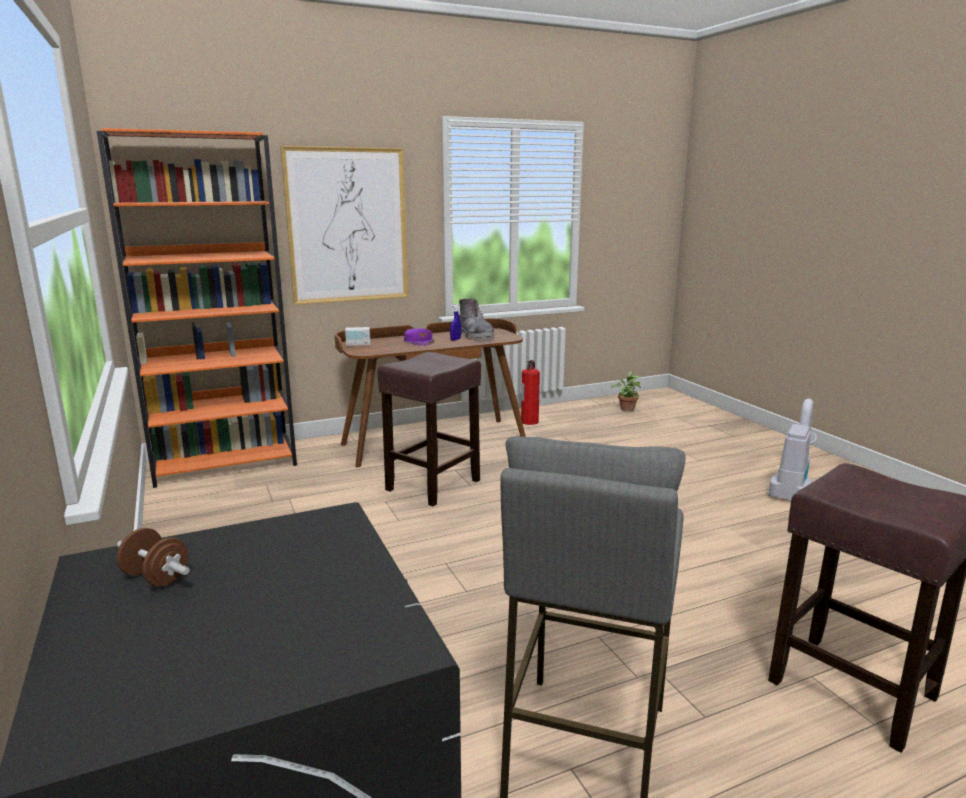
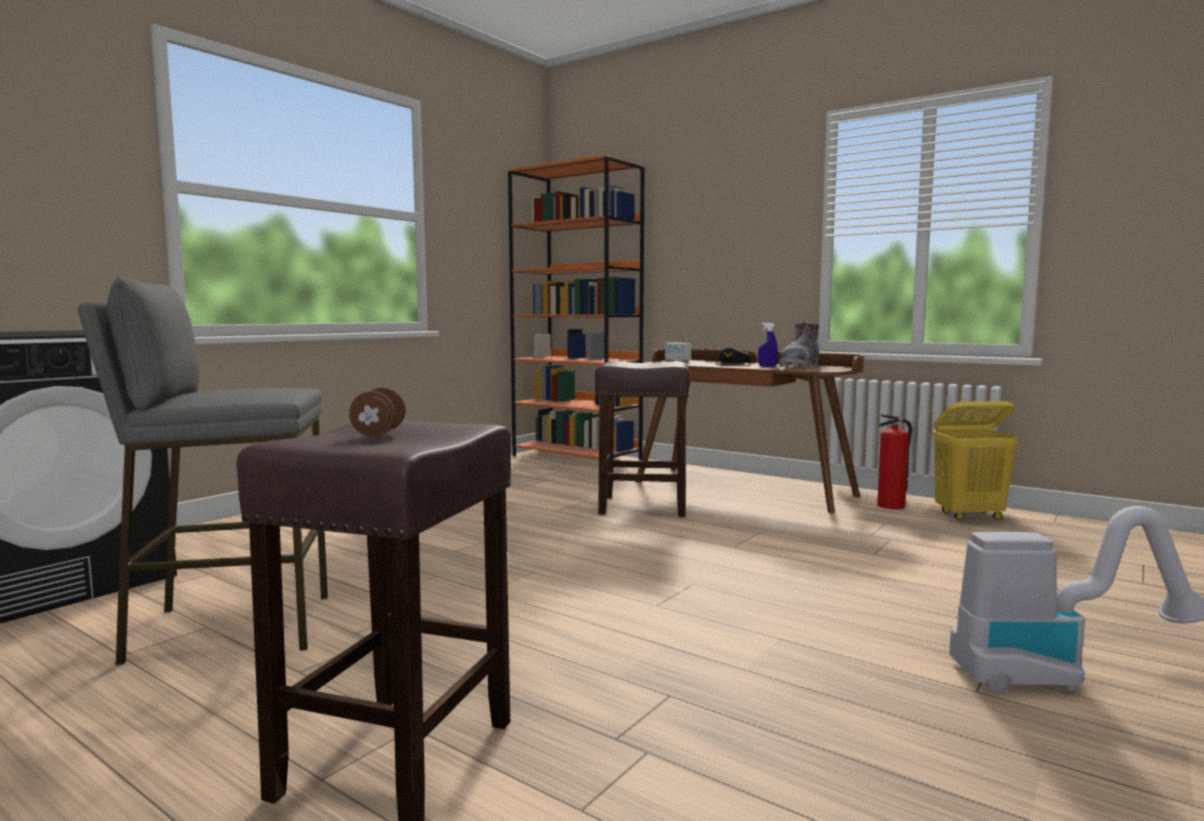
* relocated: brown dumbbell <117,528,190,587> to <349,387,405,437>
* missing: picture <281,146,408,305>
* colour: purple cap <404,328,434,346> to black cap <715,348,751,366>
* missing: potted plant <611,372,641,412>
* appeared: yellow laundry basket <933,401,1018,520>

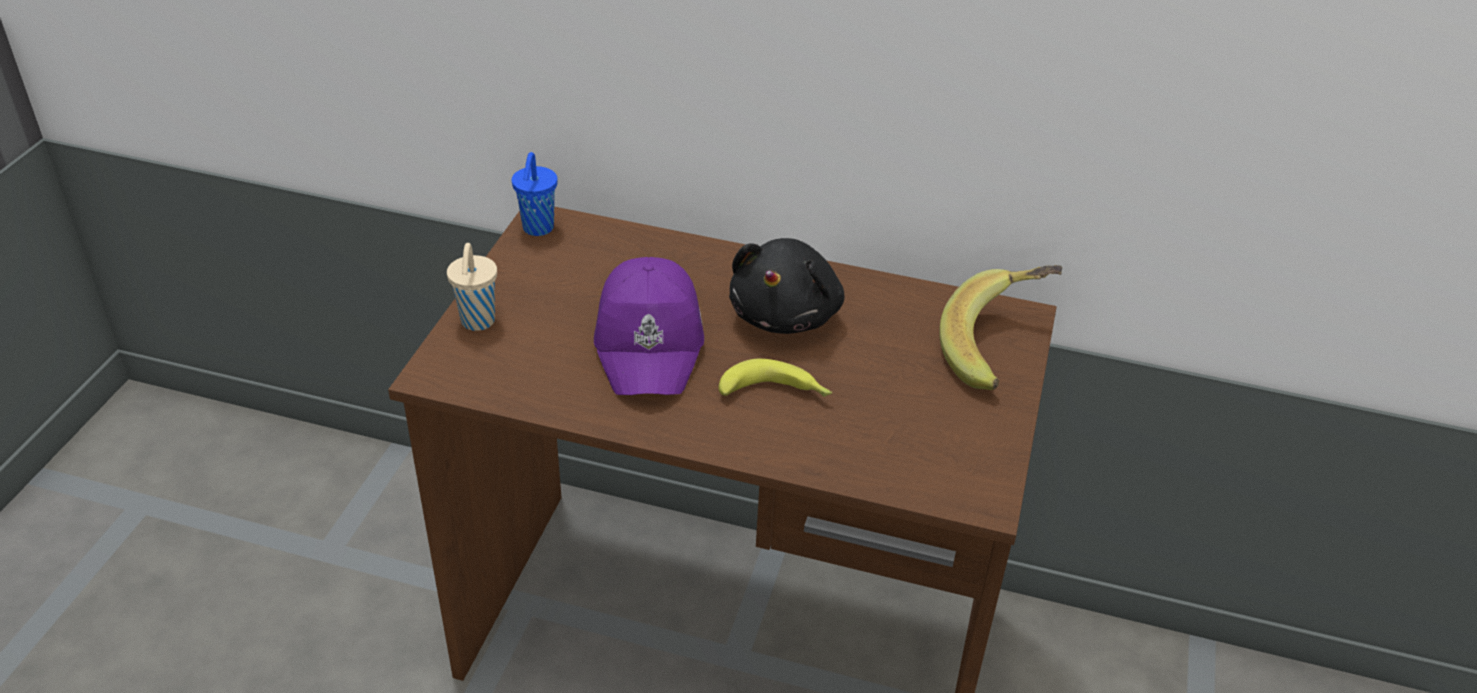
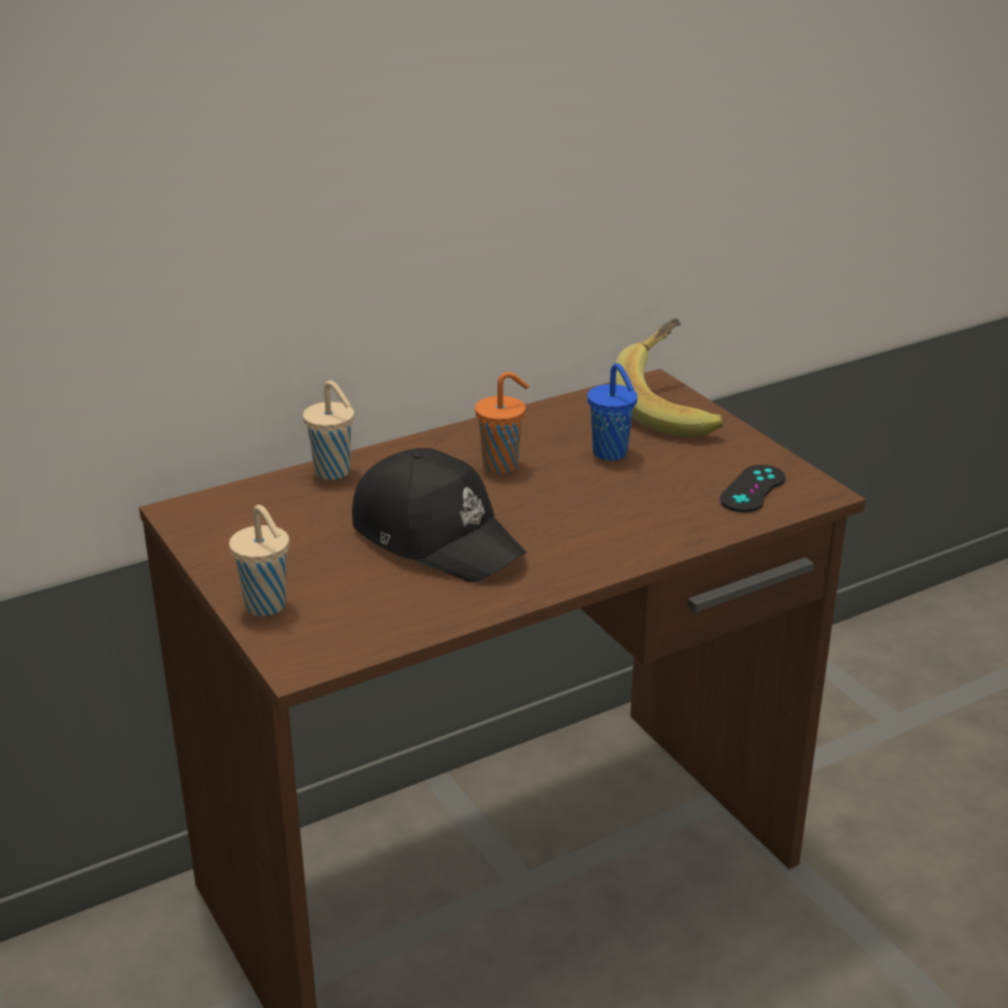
* relocated: blue cup <512,152,558,236> to <587,363,637,461>
* colour: purple cap <594,257,704,395> to black cap <352,448,527,582>
* missing: banana <719,359,833,397>
* exchanged: black plush toy <729,238,844,334> to orange cup <475,372,529,473>
* appeared: beige cup <303,380,354,480>
* appeared: black game controller <720,465,785,512>

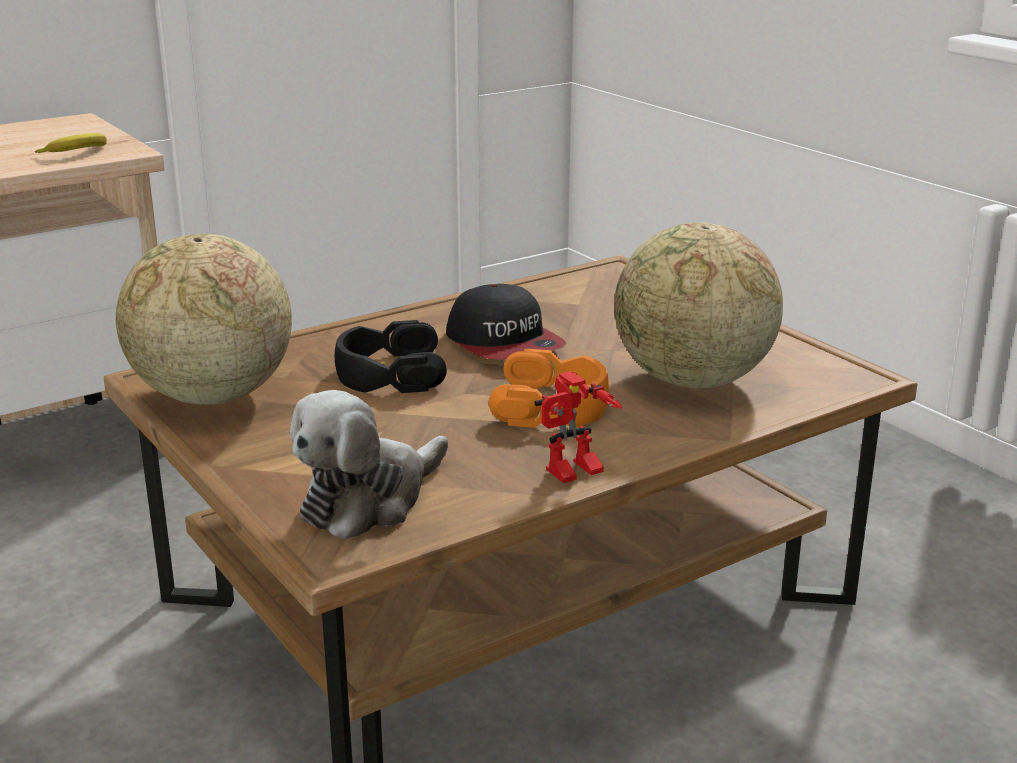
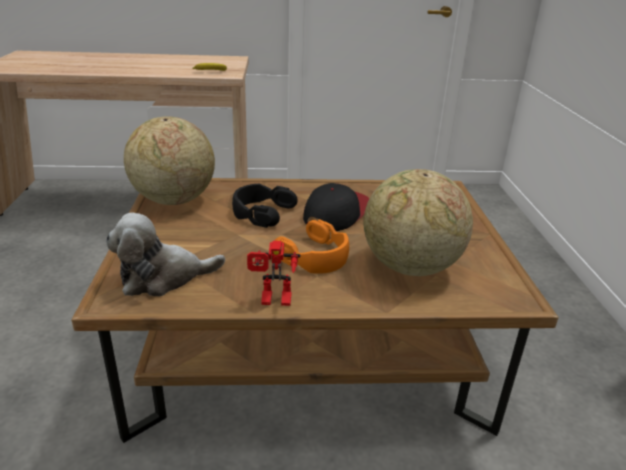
* spun: cap <446,284,567,360> = <303,183,369,231> 150 degrees counterclockwise

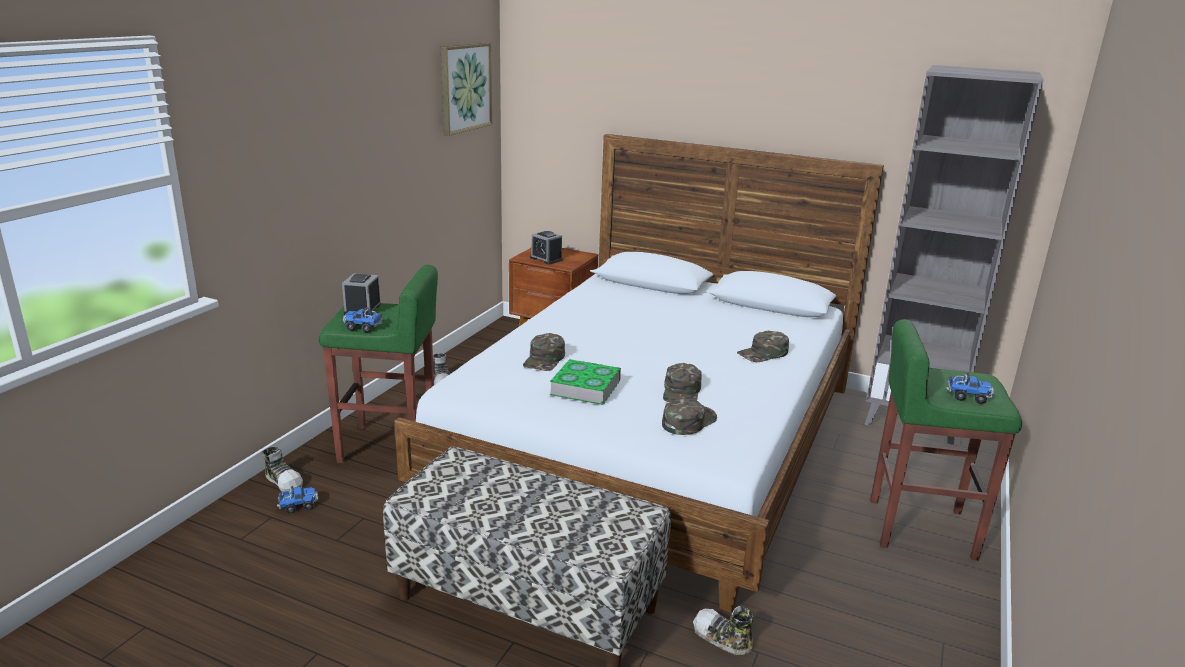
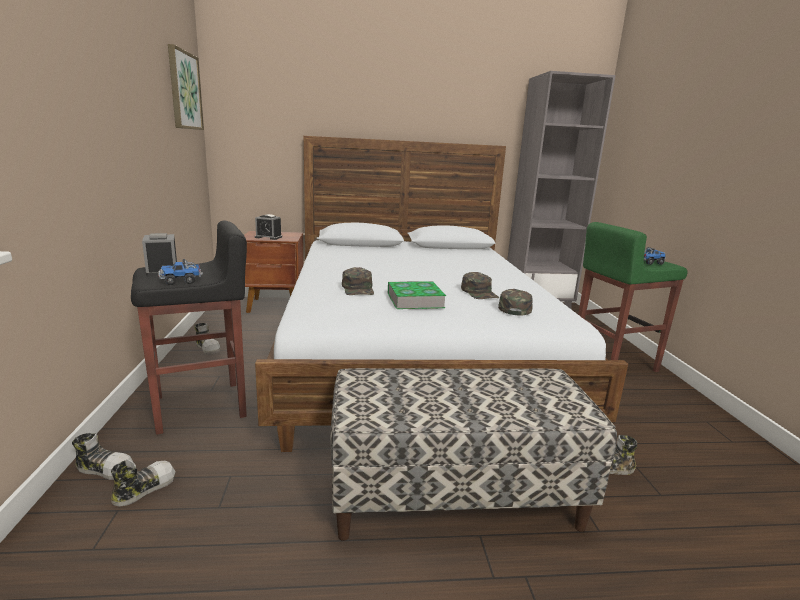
* exchanged: toy truck <277,485,318,514> to shoe <111,459,176,507>
* colour: green stool <319,265,438,463> to black stool <131,221,247,435>
* missing: green cap <737,331,789,362>

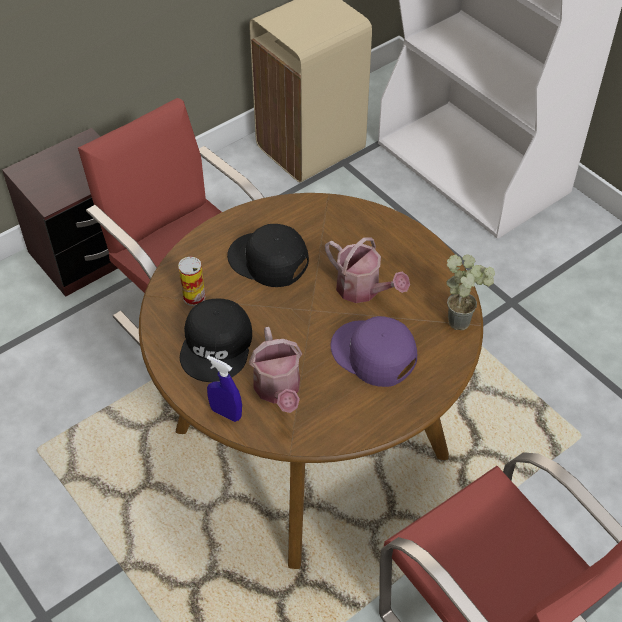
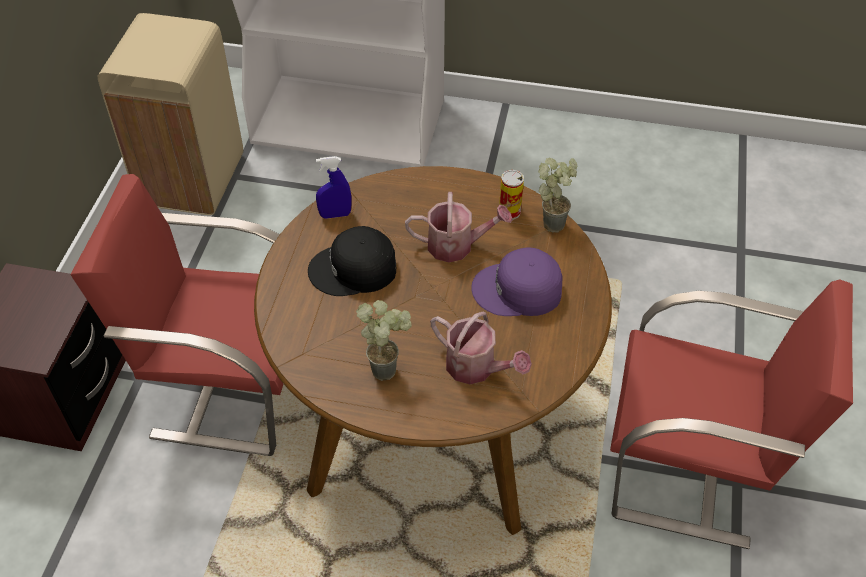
* relocated: can <178,256,205,306> to <499,170,524,220>
* exchanged: black cap <180,298,252,382> to potted plant <356,300,412,381>
* relocated: blue spray bottle <207,355,242,422> to <316,156,351,219>

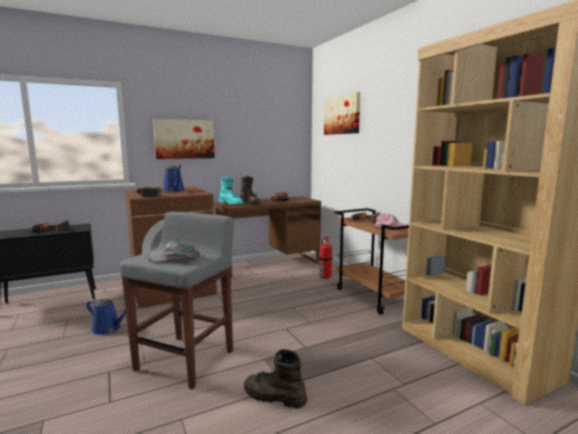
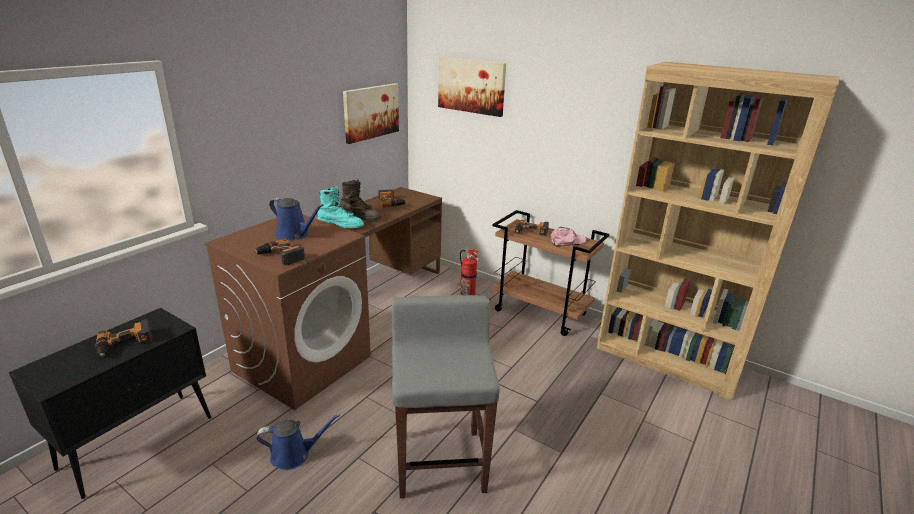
* missing: grey cap <149,241,200,263>
* relocated: picture <153,119,215,159> to <343,83,399,144>
* missing: brown boot <244,349,307,408>

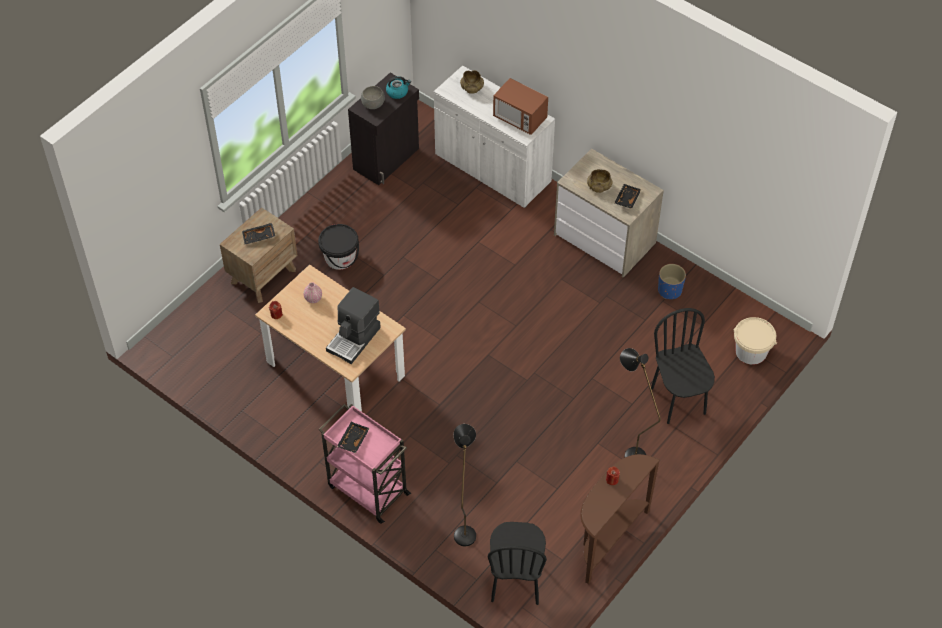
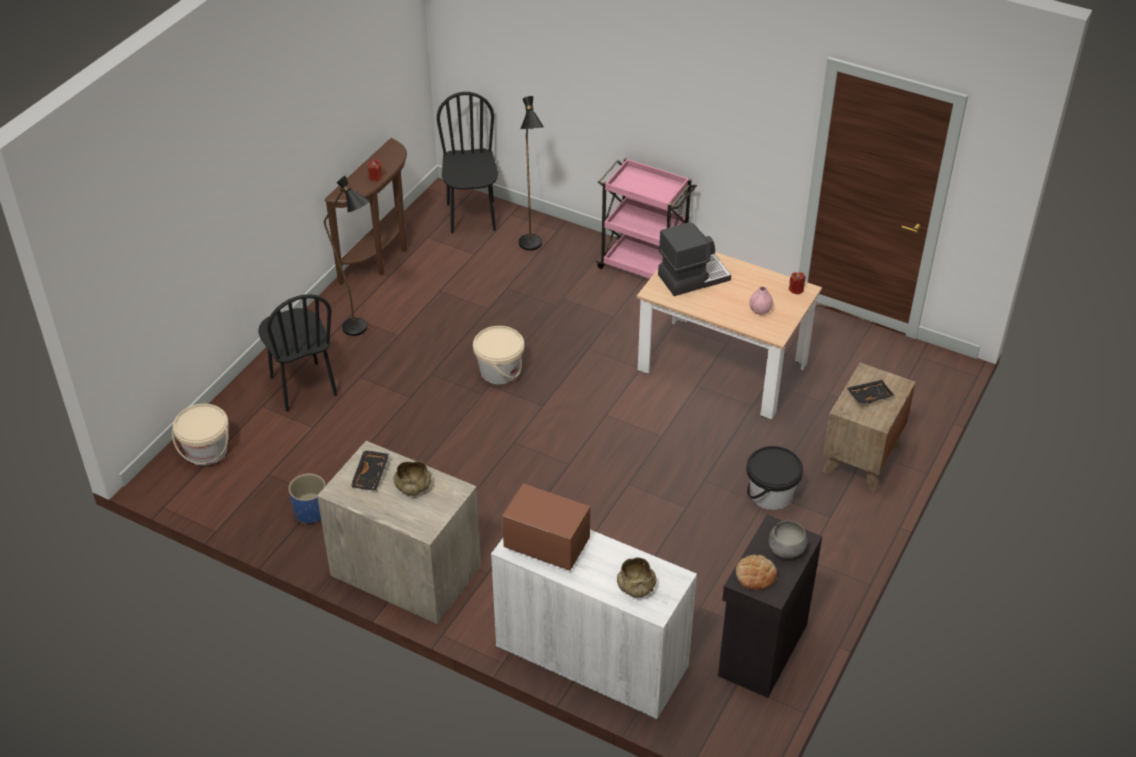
* spun: coffee machine <326,287,381,364> = <658,222,731,296> 45 degrees clockwise
* missing: black tray <337,422,370,453>
* exchanged: kettle <386,76,411,99> to bread <736,555,777,590>
* appeared: beige bucket <473,326,524,384>

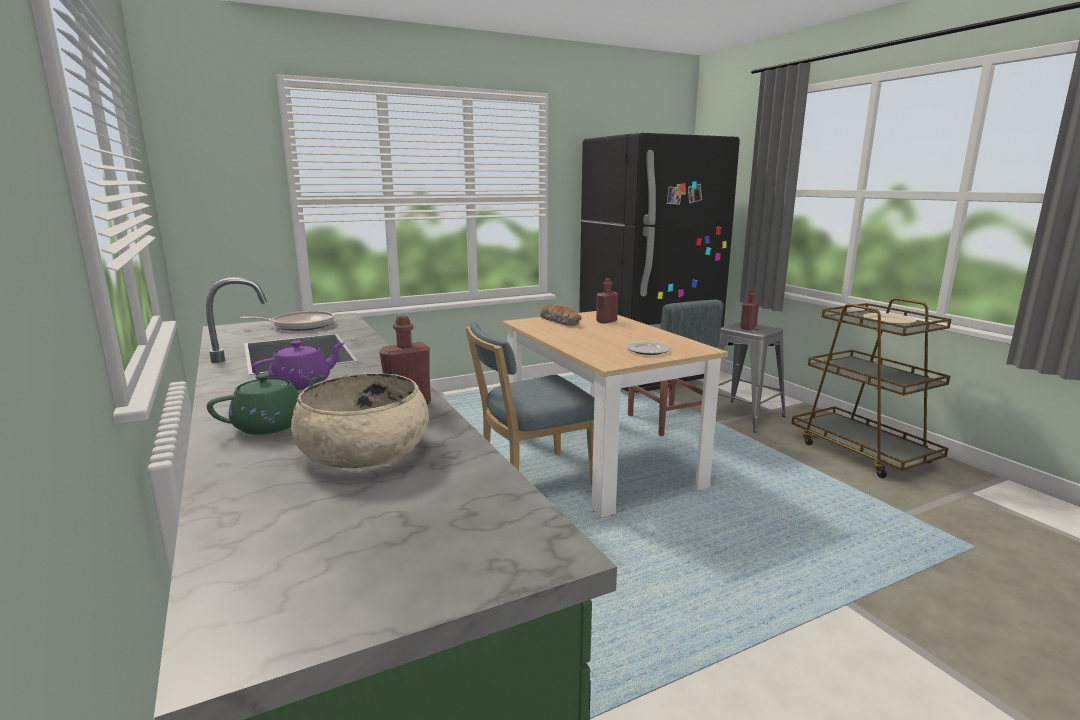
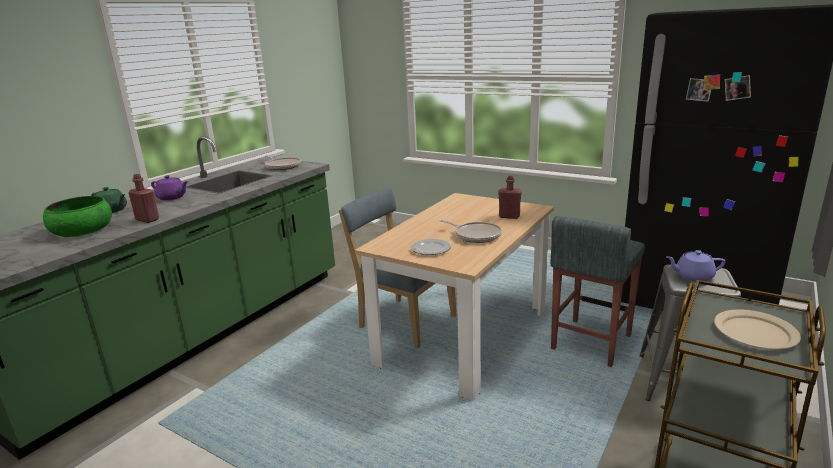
* colour: beige bowl <291,373,429,468> to green bowl <43,196,112,237>
* missing: bread <540,304,582,326>
* exchanged: red bottle <740,289,759,330> to purple teapot <666,250,725,282>
* appeared: frying pan <440,220,502,243>

